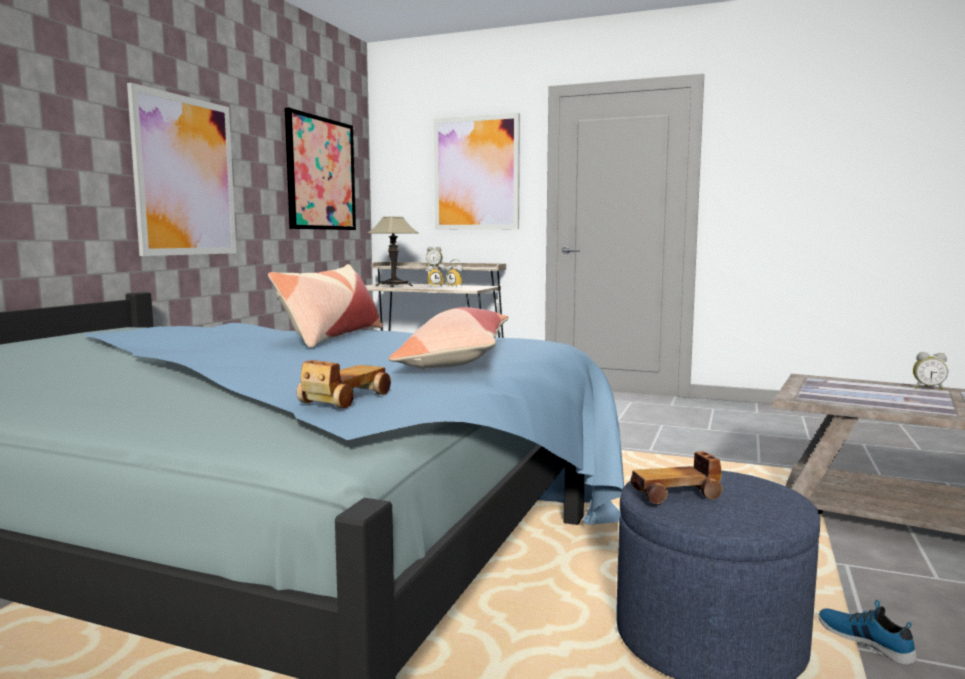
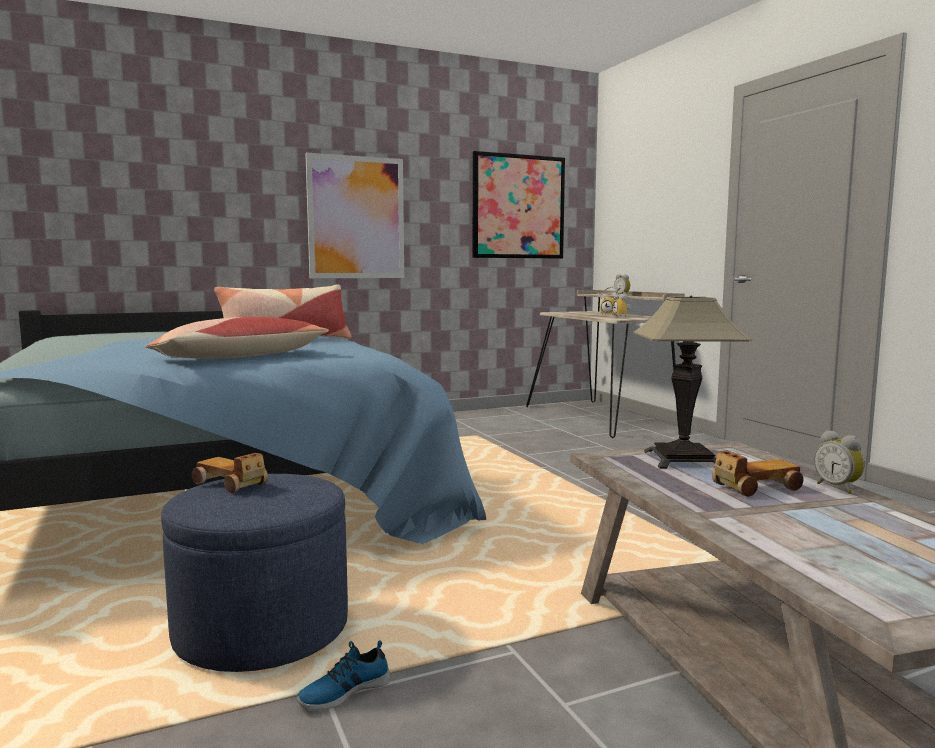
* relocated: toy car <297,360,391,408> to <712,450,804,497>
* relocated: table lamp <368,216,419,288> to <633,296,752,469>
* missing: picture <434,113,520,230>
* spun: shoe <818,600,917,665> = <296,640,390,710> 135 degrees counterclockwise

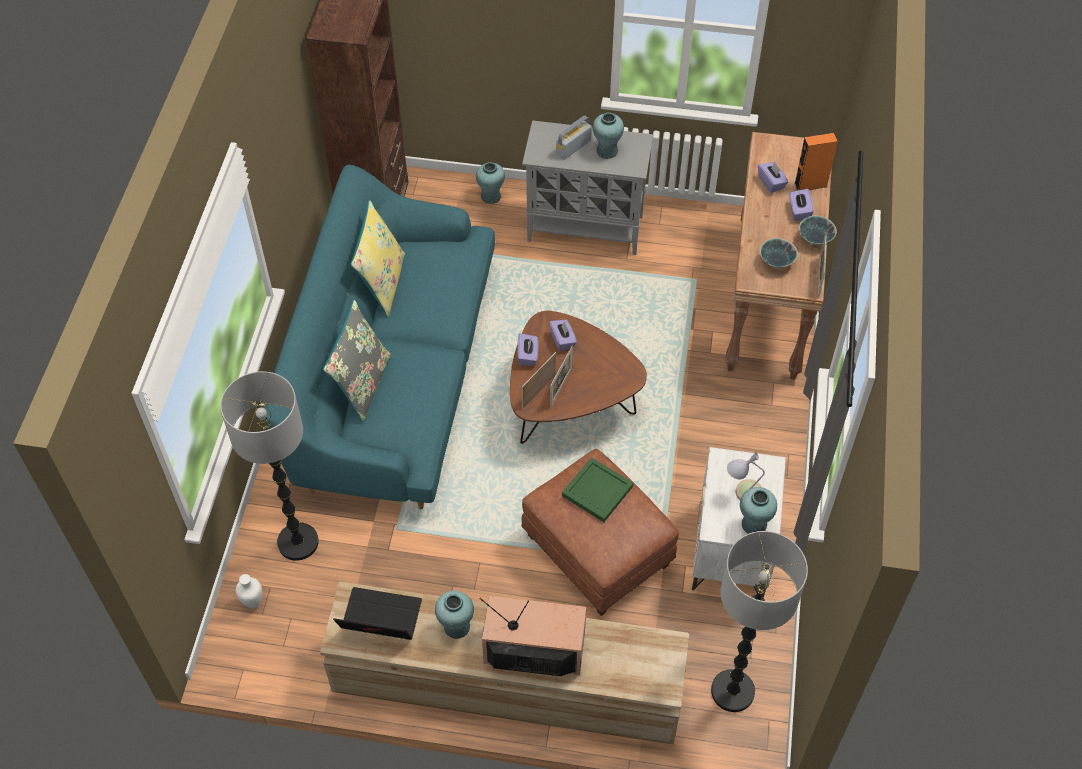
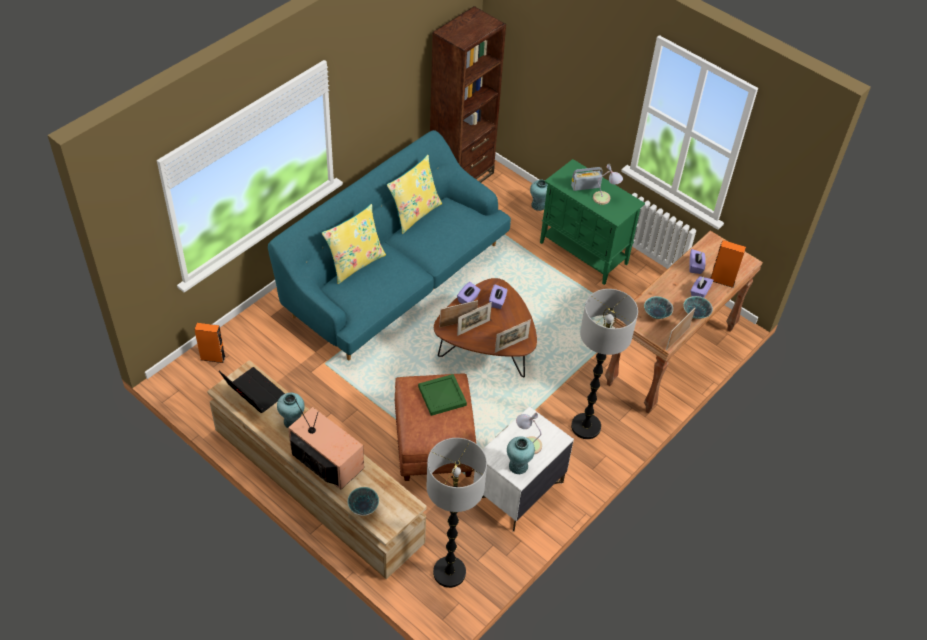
* relocated: floor lamp <220,371,319,561> to <571,289,638,439>
* exchanged: white vase <236,574,262,608> to orange speaker <194,323,225,363>
* colour: grey pillow <323,300,391,423> to yellow pillow <322,204,386,284>
* colour: grey cabinet <522,120,653,255> to green cabinet <540,159,645,285>
* exchanged: turquoise vase <593,112,624,159> to table lamp <593,163,623,205>
* appeared: bowl <348,487,379,516>
* appeared: picture frame <495,319,531,353>

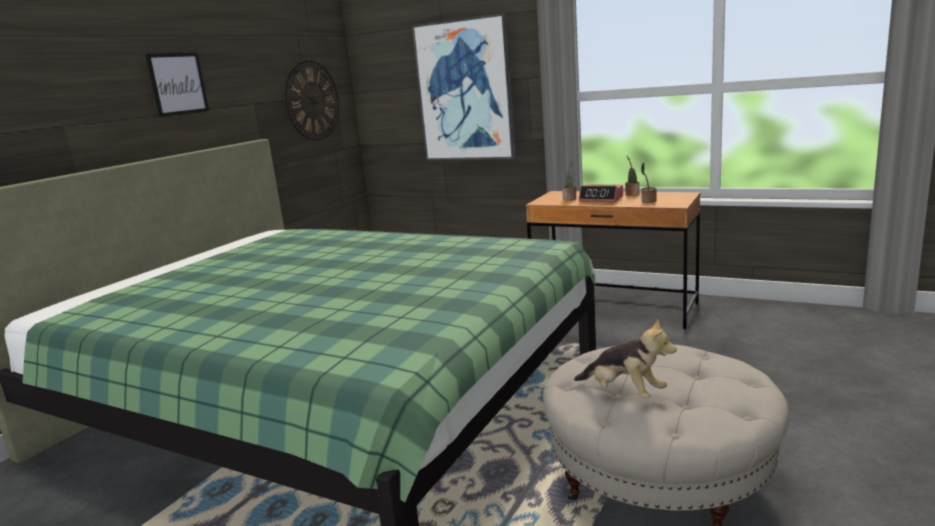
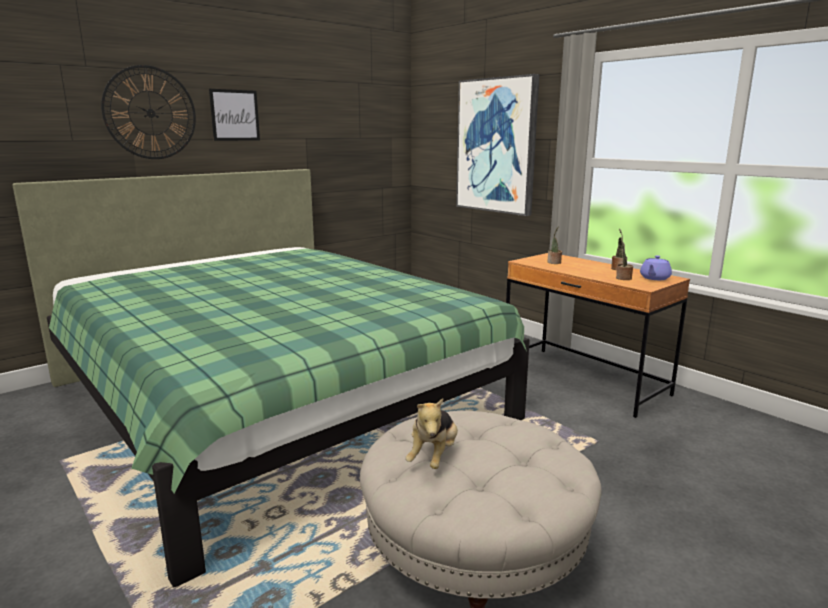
* relocated: wall clock <285,60,339,141> to <101,65,196,159>
* spun: plush toy <574,318,676,398> = <405,398,458,469> 45 degrees clockwise
* missing: alarm clock <579,184,623,202>
* appeared: purple teapot <640,255,672,280>

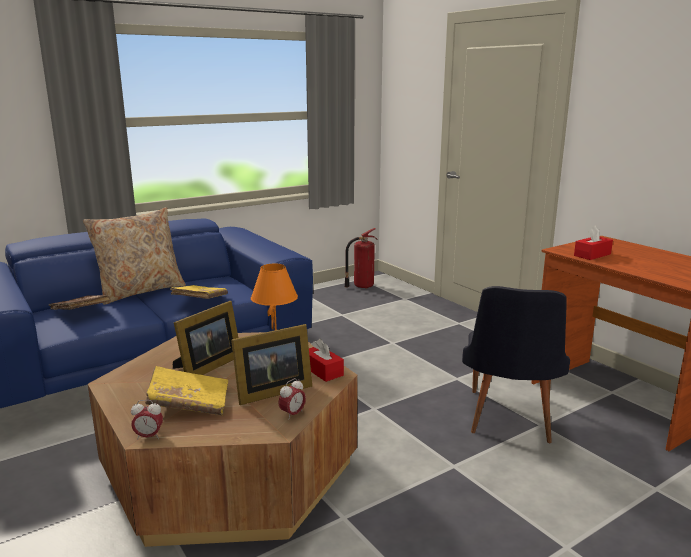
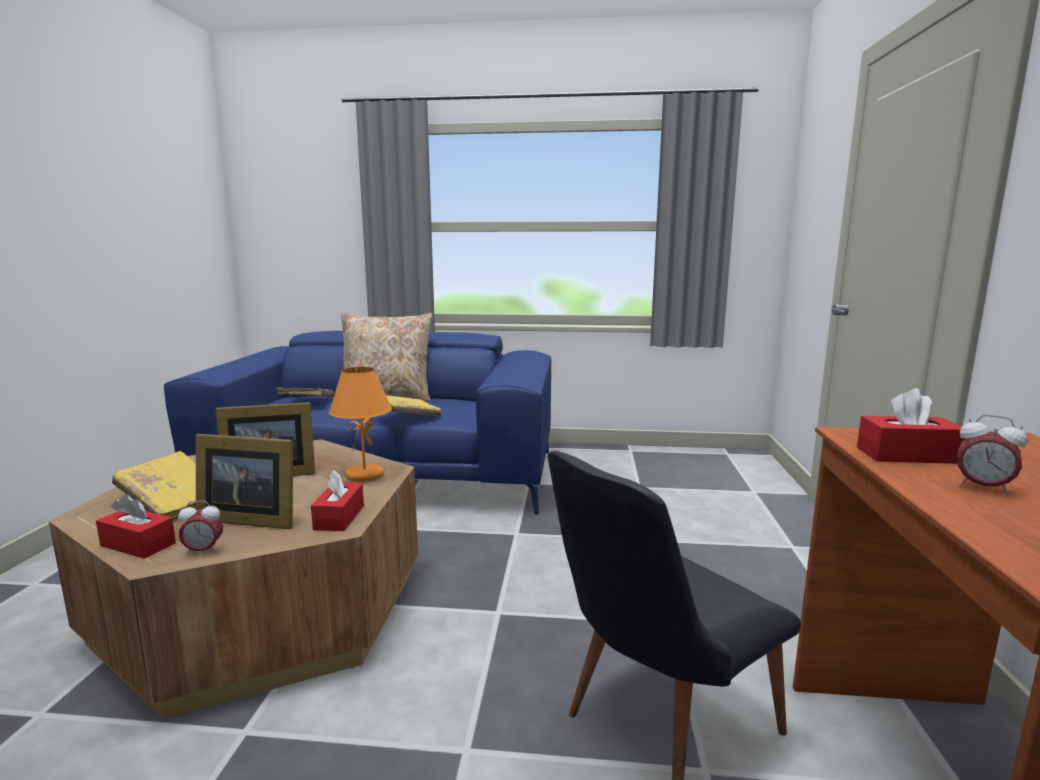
* relocated: alarm clock <131,400,163,440> to <957,414,1027,495>
* missing: fire extinguisher <344,228,378,289>
* appeared: red tissue box <96,494,176,559>

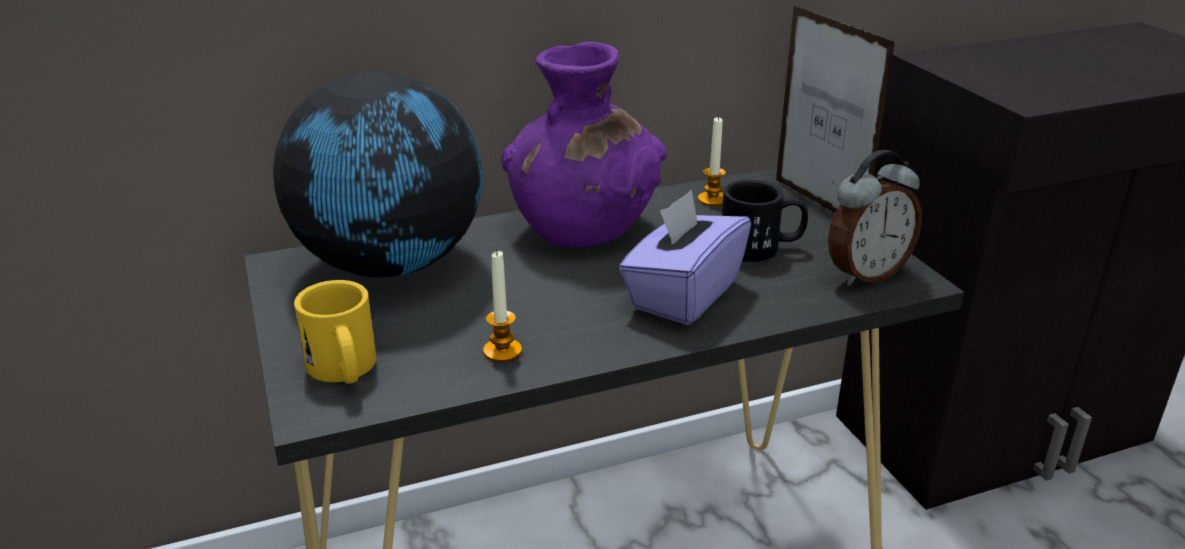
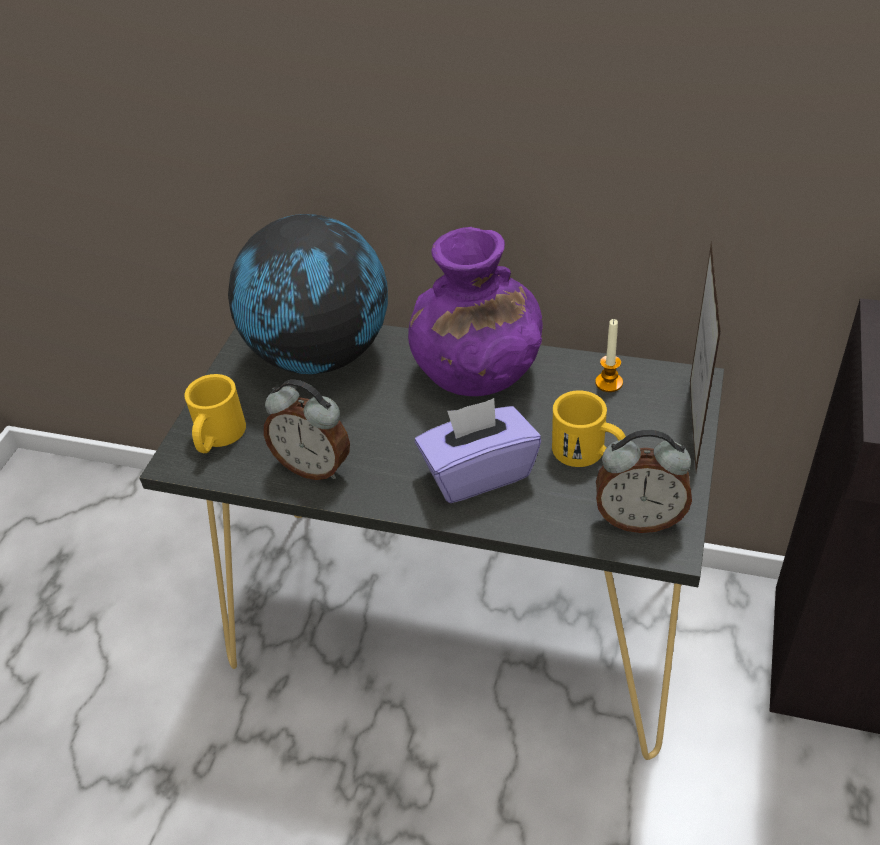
* exchanged: candle <483,251,522,363> to alarm clock <264,380,350,480>
* colour: black mug <722,180,808,262> to yellow mug <552,390,626,467>

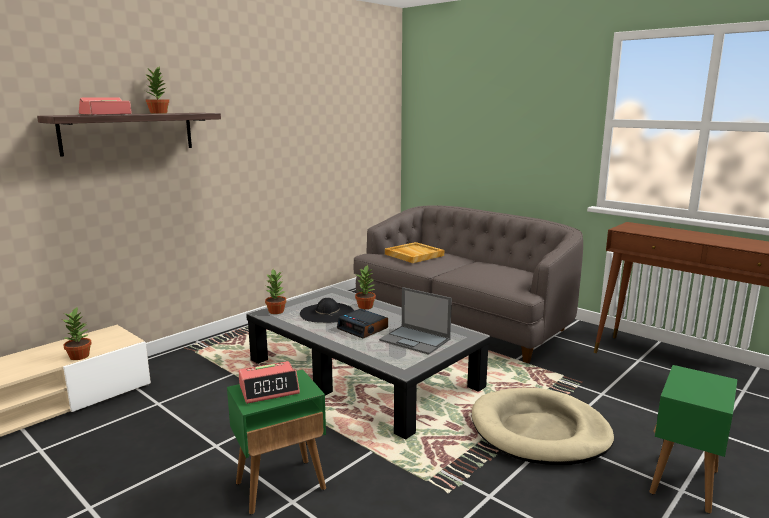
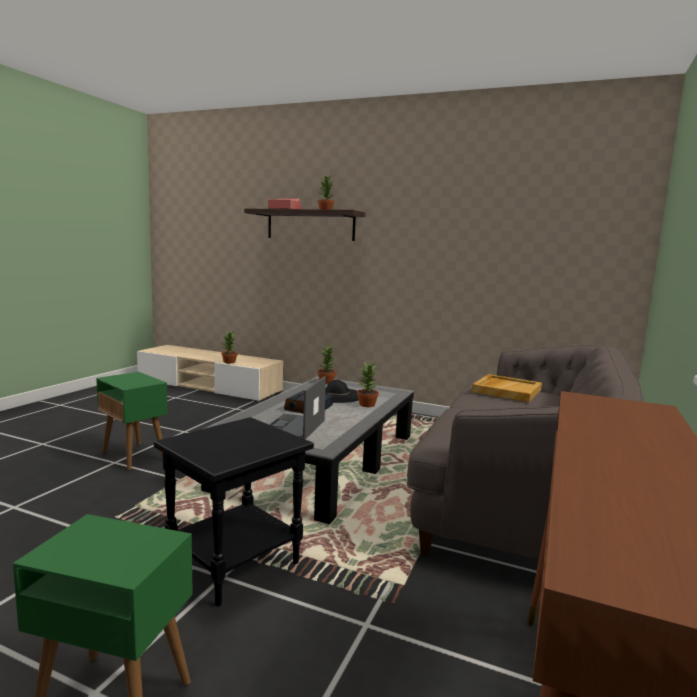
* missing: alarm clock <238,361,300,404>
* exchanged: beige dog bed <472,388,614,465> to black side table <154,417,314,606>

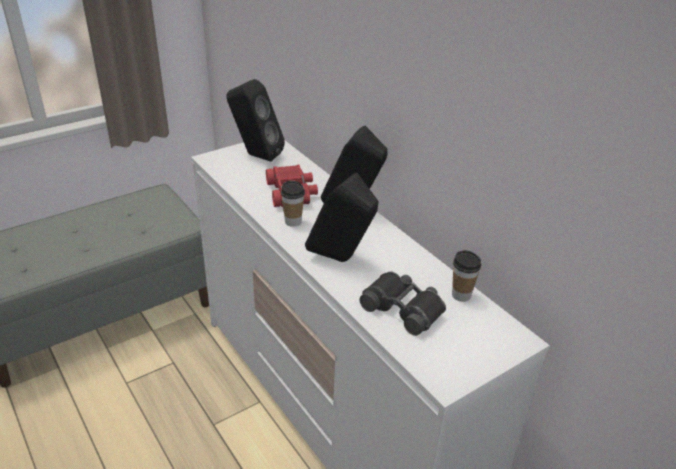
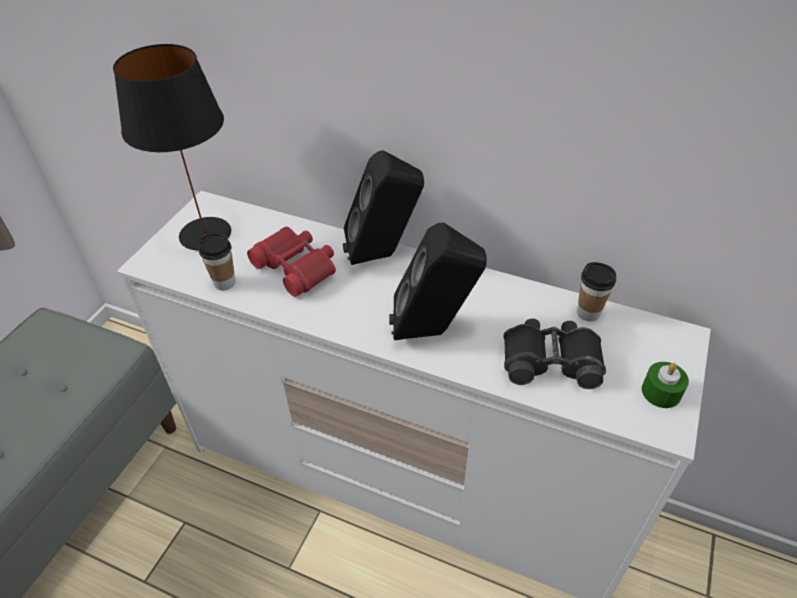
* exchanged: black speaker <227,79,285,162> to black table lamp <113,44,231,251>
* relocated: cup <281,181,305,227> to <198,233,236,290>
* appeared: green candle <642,362,689,408>

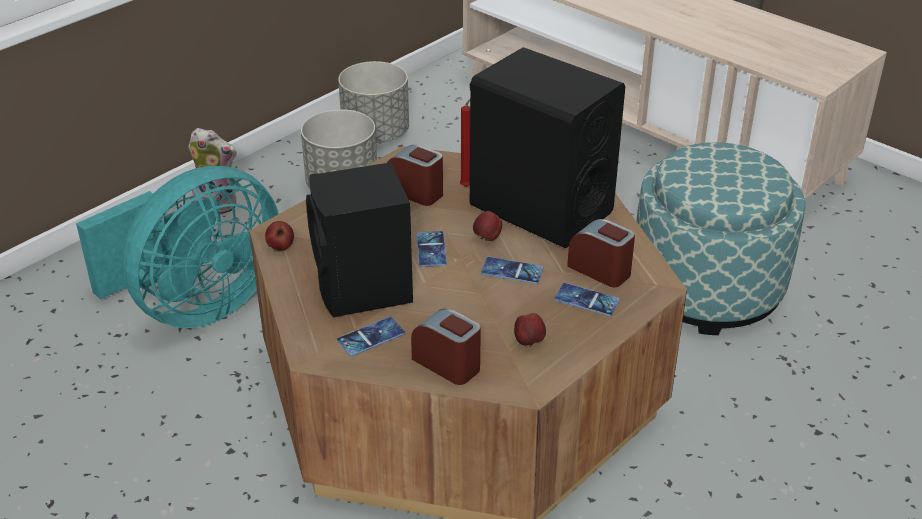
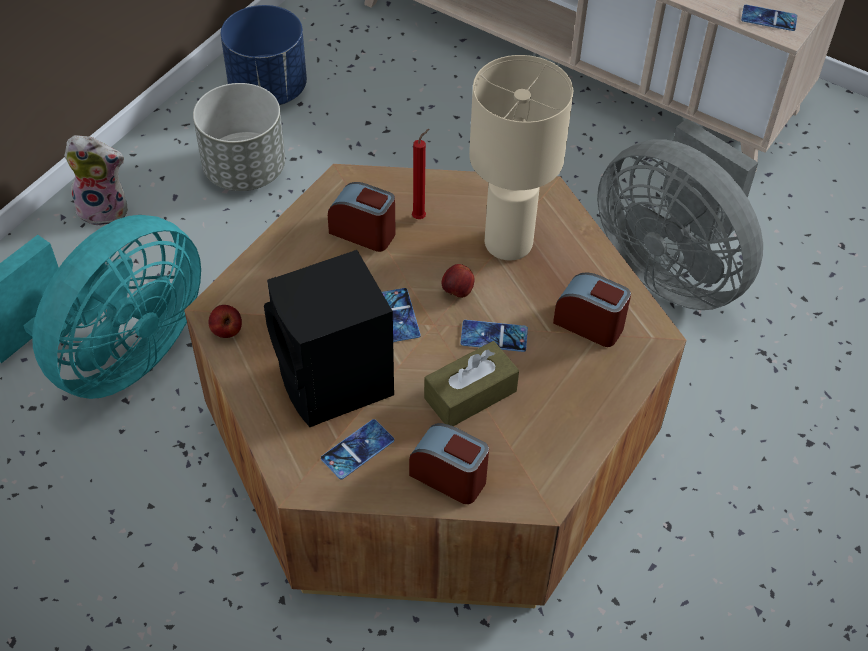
* colour: grey planter <338,61,409,143> to blue planter <221,5,307,105>
* exchanged: black speaker <469,47,625,248> to beige table lamp <469,55,573,261>
* missing: apple <514,313,546,347>
* relocated: phone <554,283,620,316> to <741,5,797,31>
* exchanged: ottoman <636,142,805,335> to grey fan <597,119,763,310>
* appeared: brown tissue box <424,341,519,426>

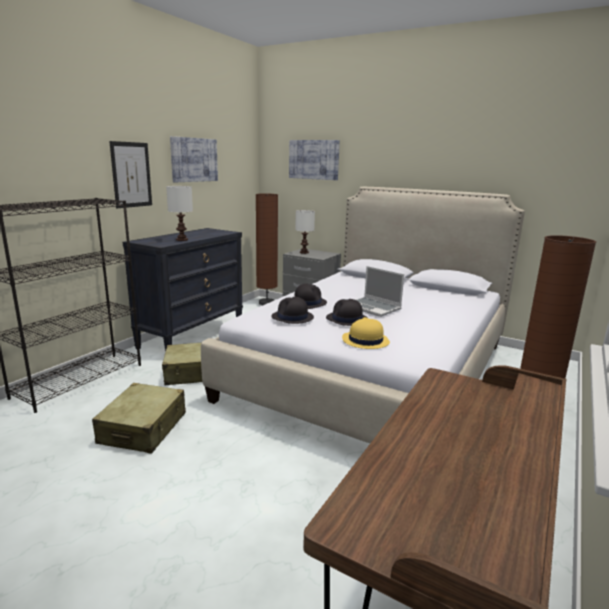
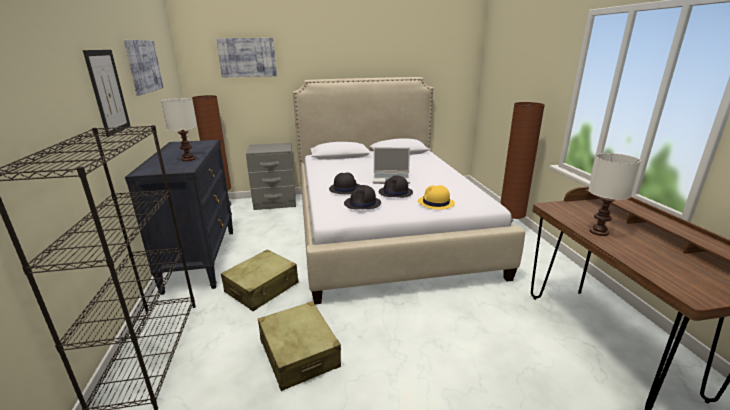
* relocated: white table lamp <295,210,315,254> to <588,153,641,236>

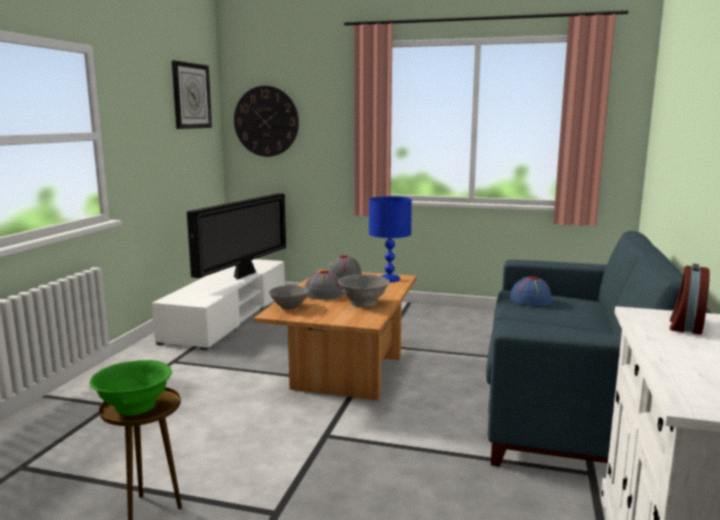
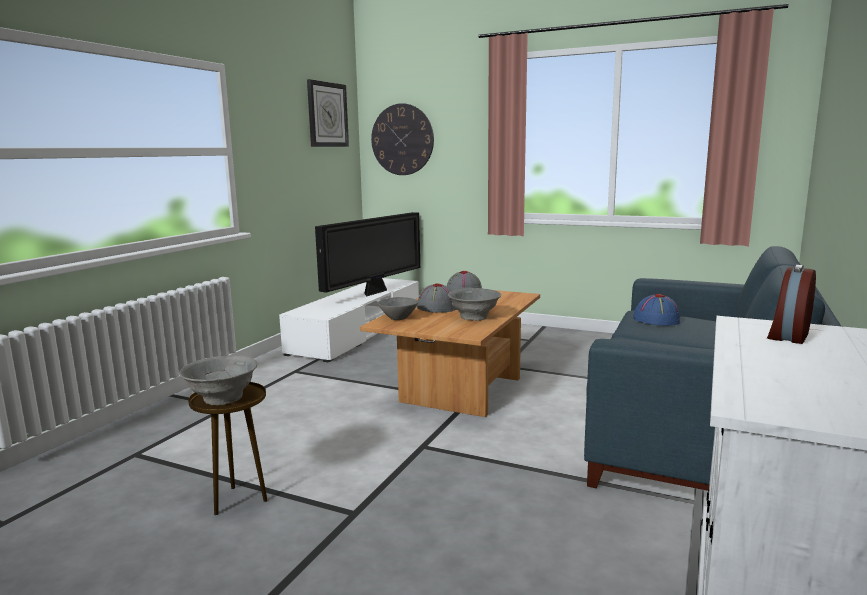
* colour: green bowl <89,360,172,415> to grey bowl <179,355,257,405>
* missing: blue table lamp <369,196,412,282>

